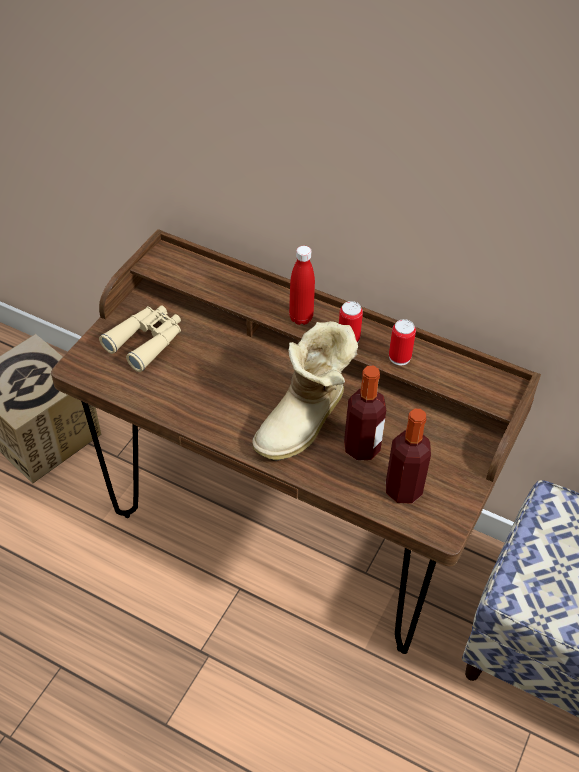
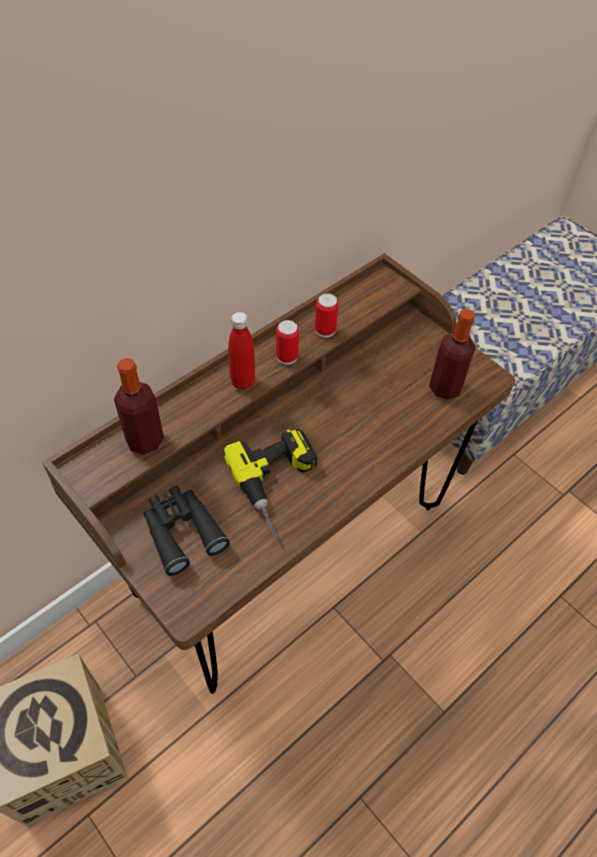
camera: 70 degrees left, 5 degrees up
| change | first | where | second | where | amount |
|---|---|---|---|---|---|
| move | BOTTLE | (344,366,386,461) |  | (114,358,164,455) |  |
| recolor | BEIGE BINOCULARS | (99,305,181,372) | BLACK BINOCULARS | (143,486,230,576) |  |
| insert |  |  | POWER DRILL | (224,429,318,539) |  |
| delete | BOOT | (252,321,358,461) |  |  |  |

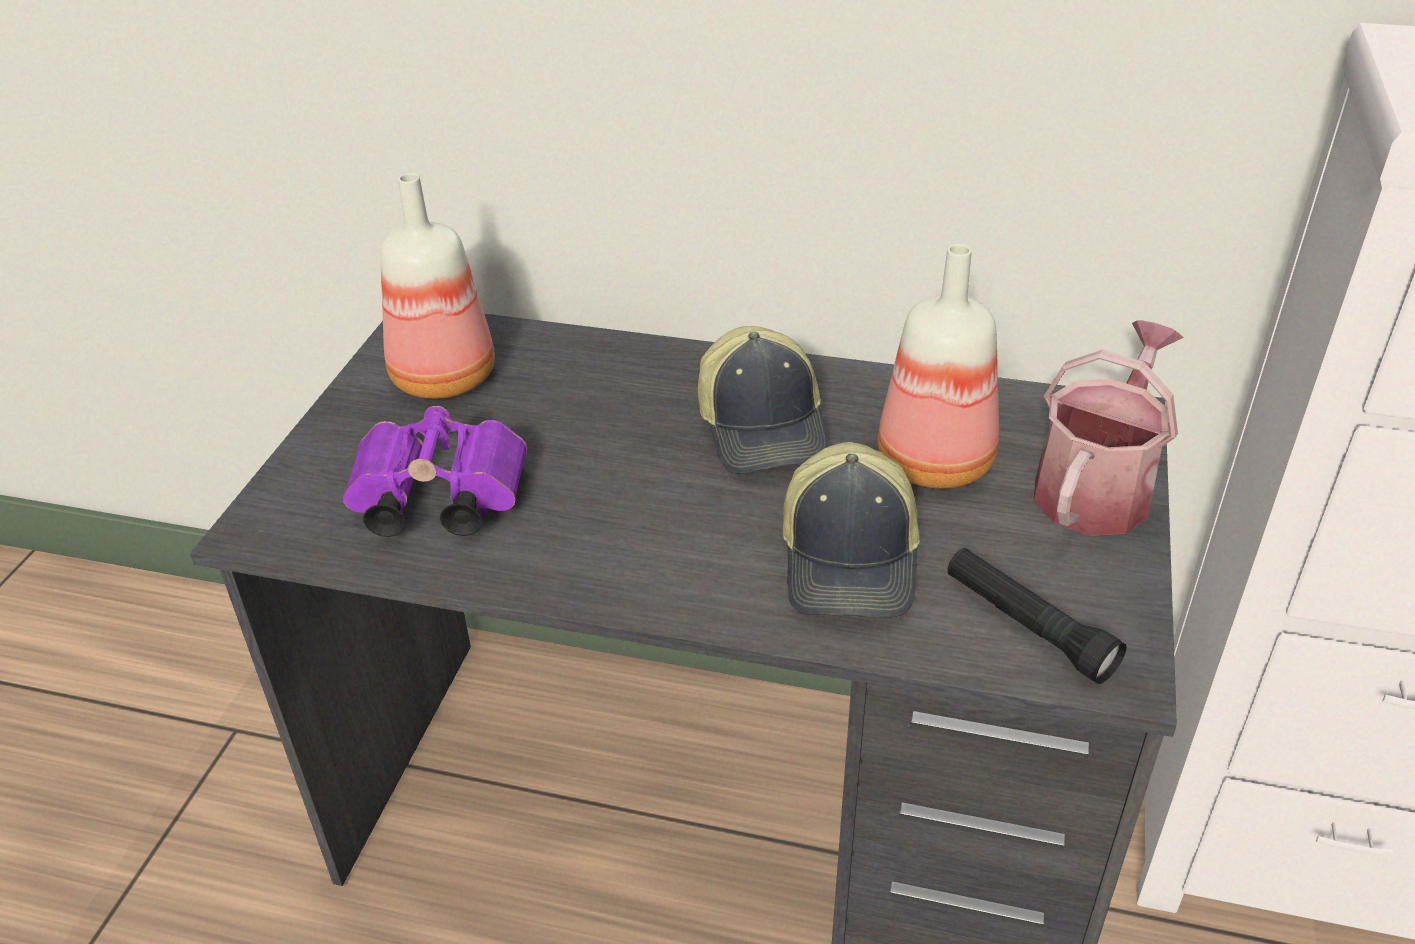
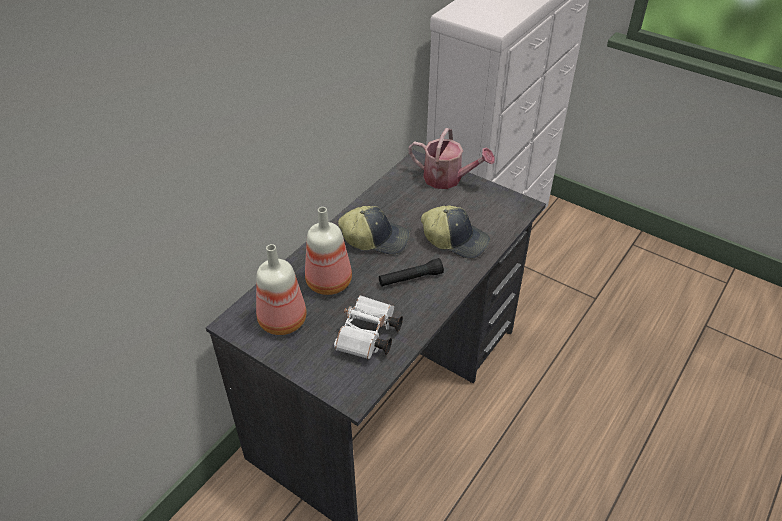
camera: 70 degrees left, 5 degrees up
| change | first | where | second | where | amount |
|---|---|---|---|---|---|
| move | BOTTLE | (878,244,999,489) |  | (305,207,352,295) |  |
| recolor | PURPLE BINOCULARS | (343,406,528,537) | WHITE BINOCULARS | (334,296,403,359) |  |
| move | BLACK FLASHLIGHT | (947,548,1127,684) |  | (379,258,444,287) |  |
| rotate | WATERING CAN | (1033,320,1184,536) |  | (408,128,495,189) | 150 degrees clockwise |

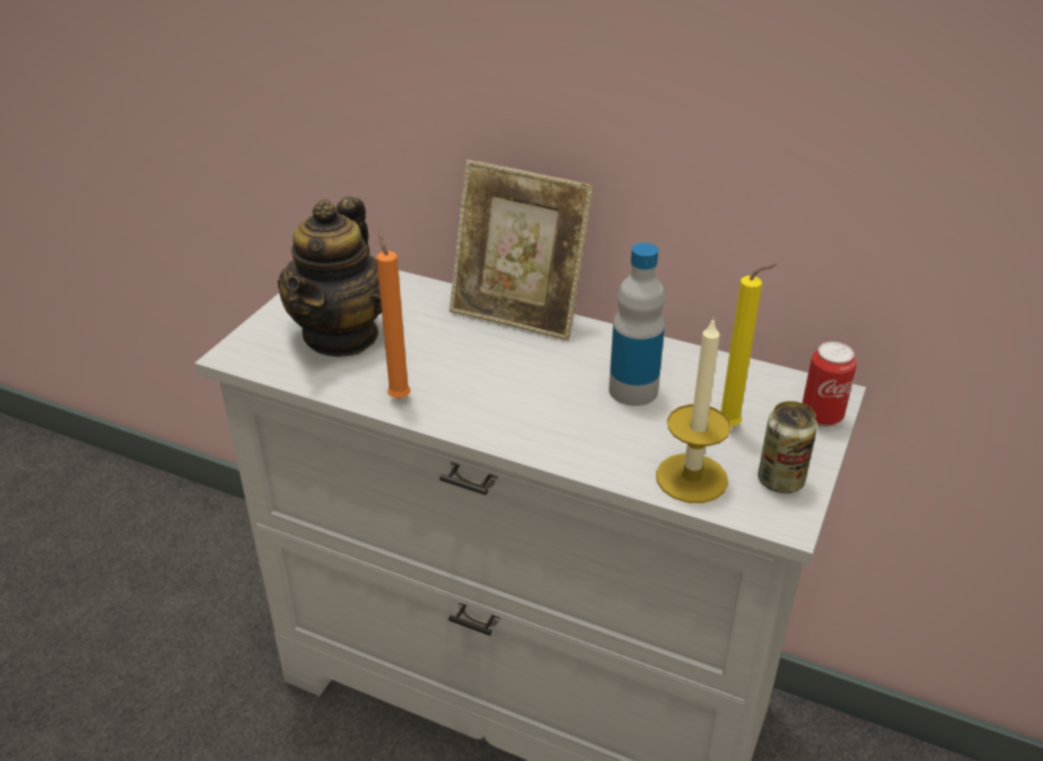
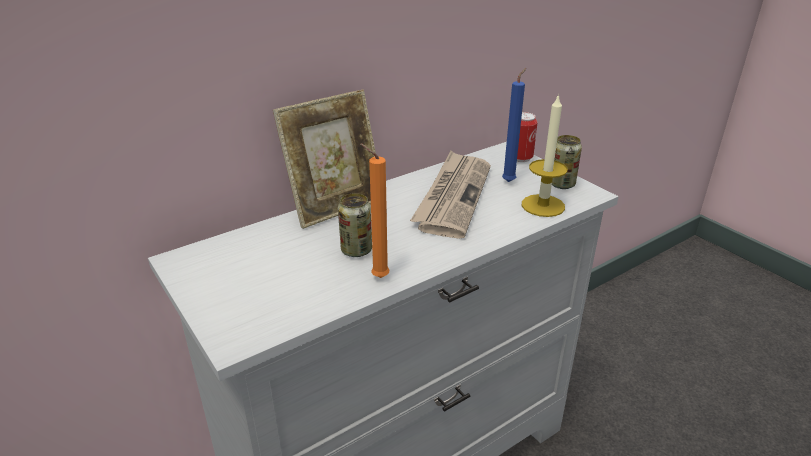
camera: 60 degrees left, 5 degrees down
| change | first | where | second | where | amount |
|---|---|---|---|---|---|
| insert |  |  | CAN | (338,193,372,257) |  |
| replace | BOTTLE | (609,243,665,406) | NEWSPAPER | (410,151,491,239) |  |
| recolor | YELLOW CANDLE | (721,264,777,426) | BLUE CANDLE | (502,68,526,182) |  |
| delete | TEAPOT | (277,197,382,357) |  |  |  |

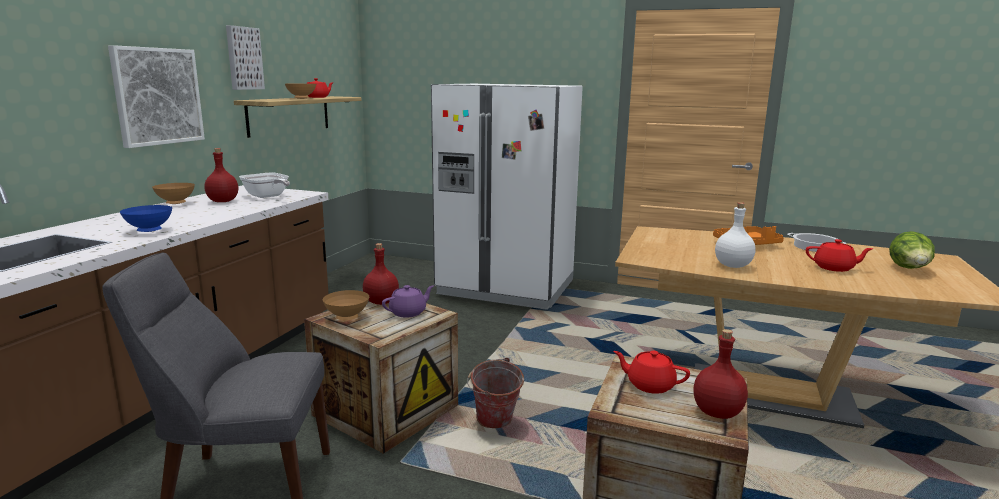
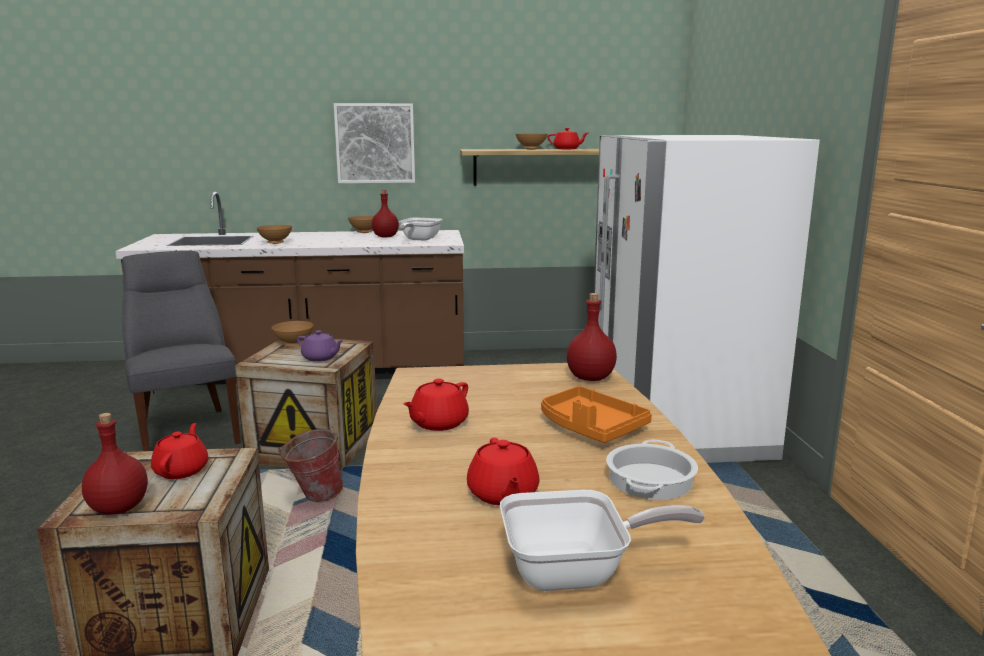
camera: 65 degrees right, 0 degrees up
| change | first | where | second | where | amount |
|---|---|---|---|---|---|
| recolor | BLUE BOWL | (120,205,172,232) | BROWN BOWL | (257,225,292,244) |  |
| replace | WHITE BOTTLE | (715,202,756,268) | RED TEAPOT | (403,379,469,431) |  |
| replace | LETTUCE | (889,231,935,269) | FRYING PAN | (500,490,705,591) |  |
| move | RED BOTTLE | (363,243,399,305) |  | (567,293,617,381) |  |
| delete | PICTURE | (226,25,265,90) |  |  |  |

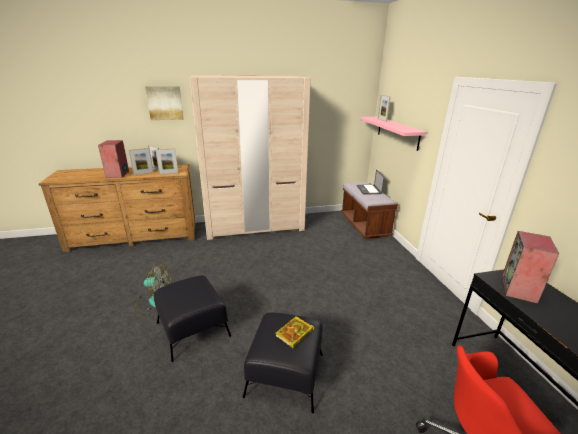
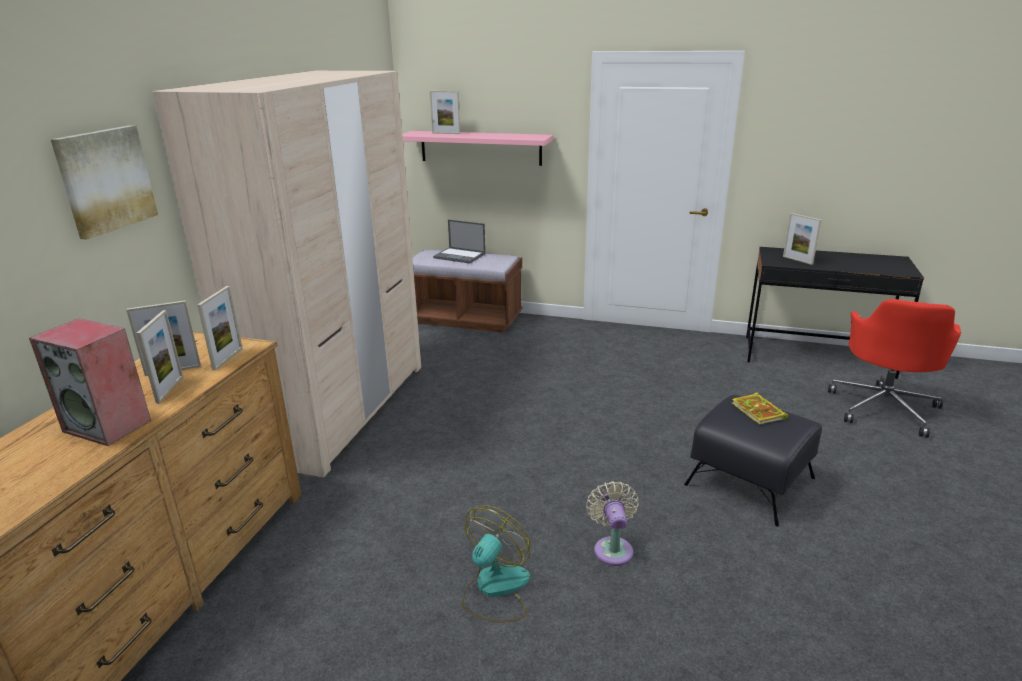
camera: 60 degrees left, 0 degrees up
| change | first | where | second | where | amount |
|---|---|---|---|---|---|
| replace | BLACK OTTOMAN | (154,275,231,362) | BEIGE FAN | (586,481,639,566) |  |
| replace | SPEAKER | (502,231,559,304) | PICTURE FRAME | (783,213,821,265) |  |

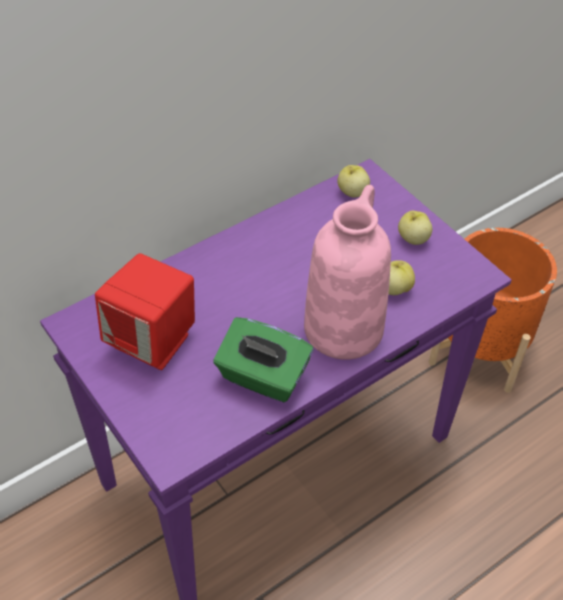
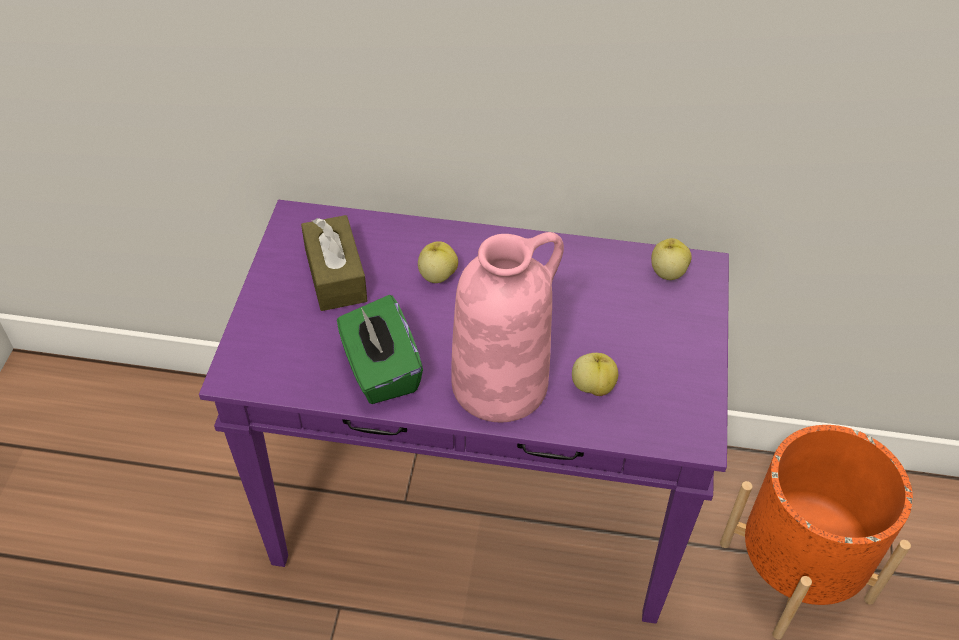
camera: 45 degrees right, 0 degrees up
| change | first | where | second | where | amount |
|---|---|---|---|---|---|
| replace | RED SPEAKER | (95,253,195,370) | BROWN TISSUE BOX | (301,215,368,311) |  |
| move | APPLE | (398,211,432,245) |  | (418,241,458,283) |  |

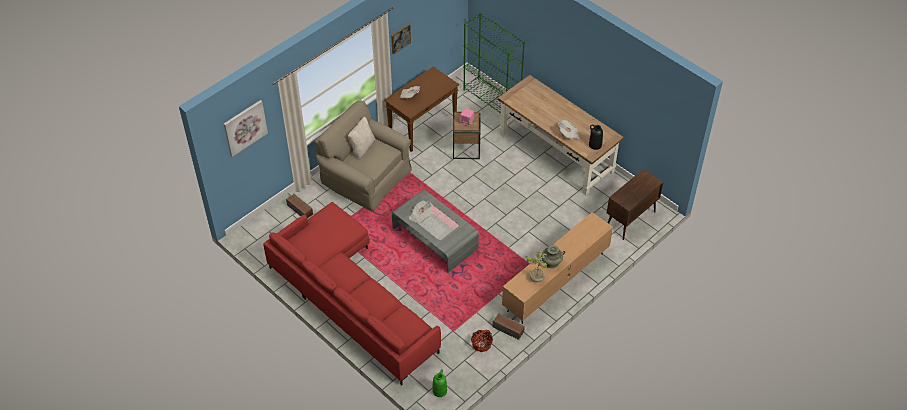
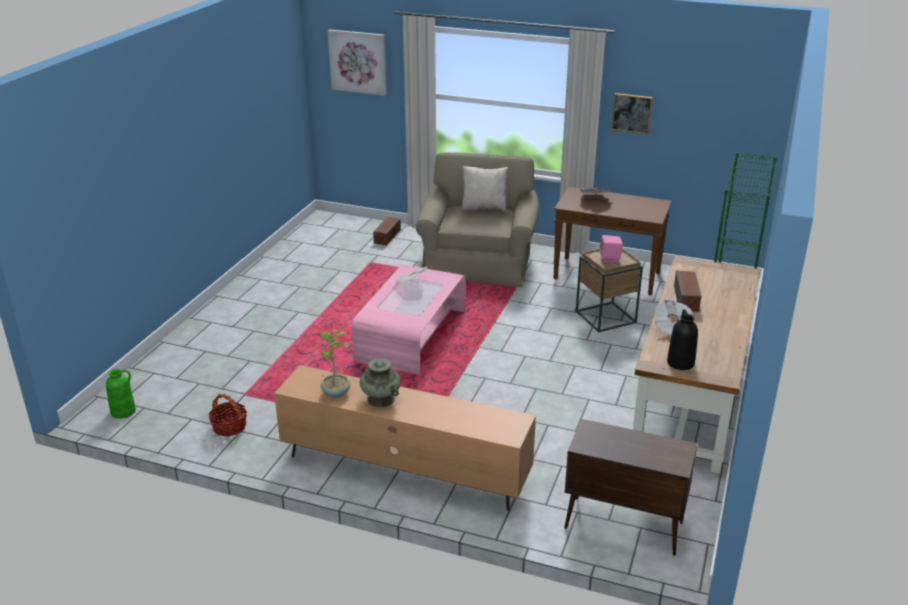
camera: 65 degrees right, 20 degrees down
| change | first | where | second | where | amount |
|---|---|---|---|---|---|
| recolor | GREY COFFEE TABLE | (392,189,479,273) | PINK COFFEE TABLE | (352,265,465,375) |  |
| move | SPEAKER | (493,313,525,340) |  | (674,270,701,312) |  |
| delete | RED SOFA | (263,202,441,385) |  |  |  |

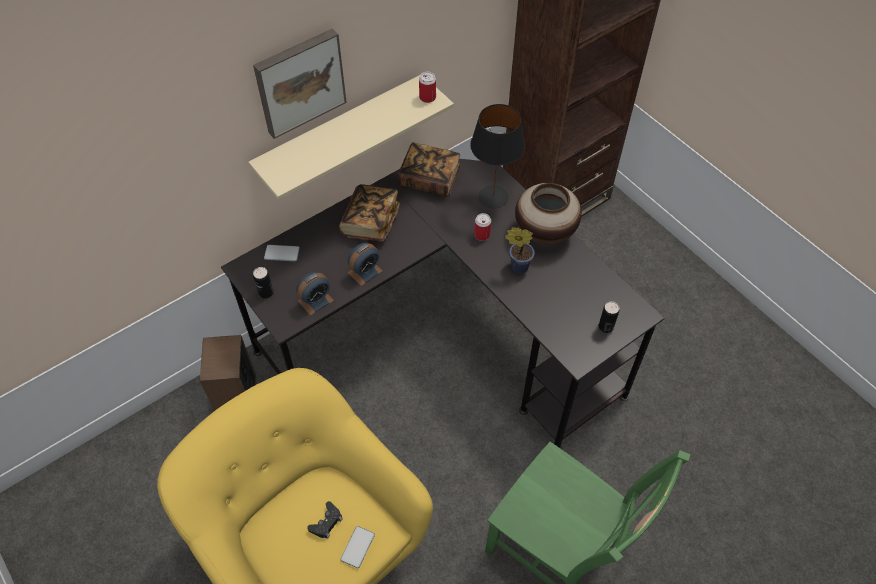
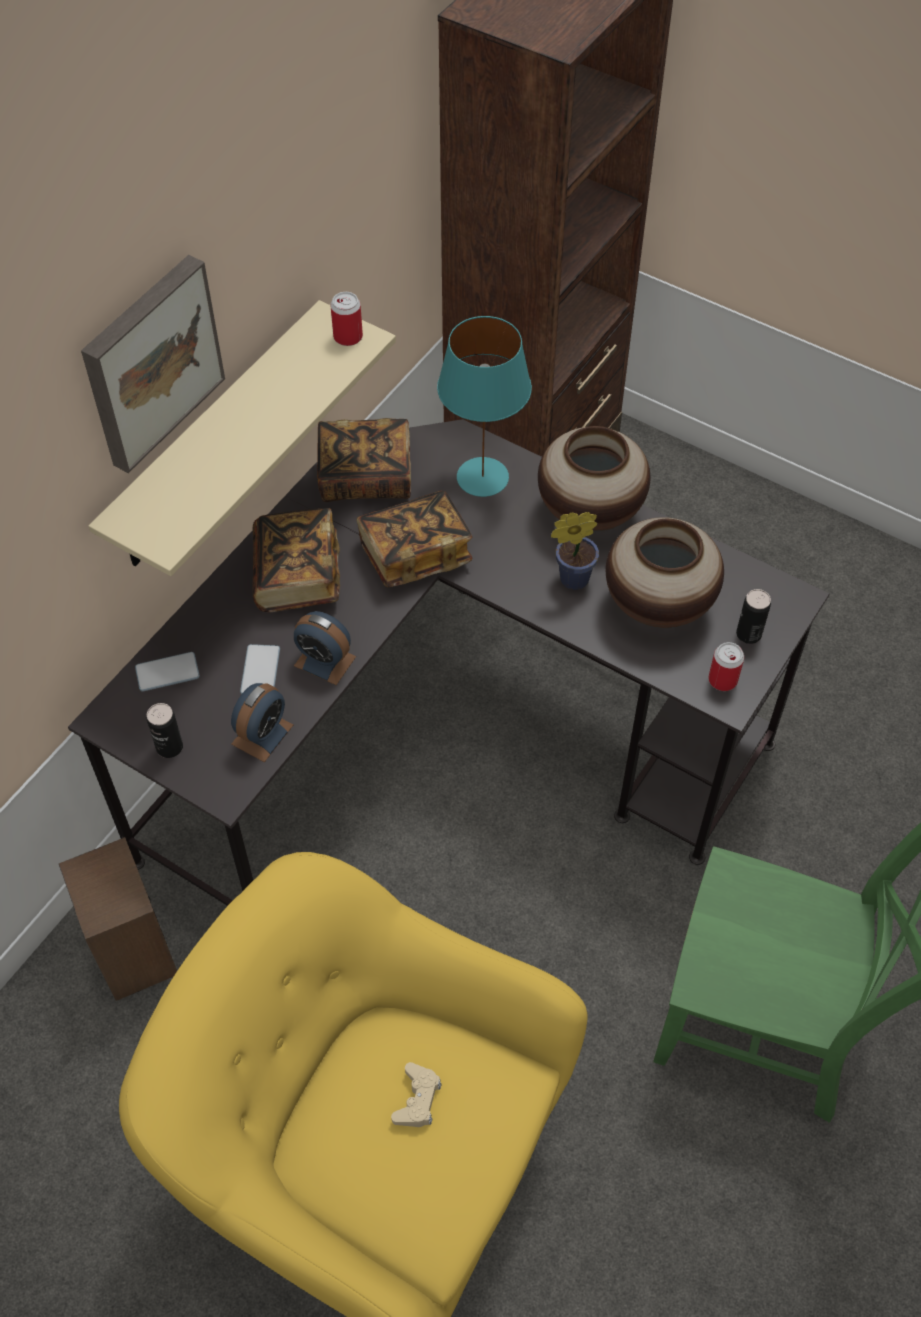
camera: 20 degrees left, 0 degrees up
| change | first | where | second | where | amount |
|---|---|---|---|---|---|
| move | PHONE | (340,526,375,568) |  | (240,644,280,694) |  |
| rotate | ALARM CLOCK | (348,243,383,286) |  | (294,611,356,685) | 90 degrees clockwise |
| insert |  |  | BOOK | (356,491,472,587) |  |
| recolor | BLACK GAME CONTROLLER | (307,501,343,538) | BEIGE GAME CONTROLLER | (391,1062,442,1127) |  |
| recolor | BLACK TABLE LAMP | (470,104,525,208) | TURQUOISE TABLE LAMP | (437,316,532,497) |  |
| insert |  |  | VASE | (606,517,724,628) |  |
| move | CAN | (474,213,491,241) |  | (708,642,744,691) |  |

